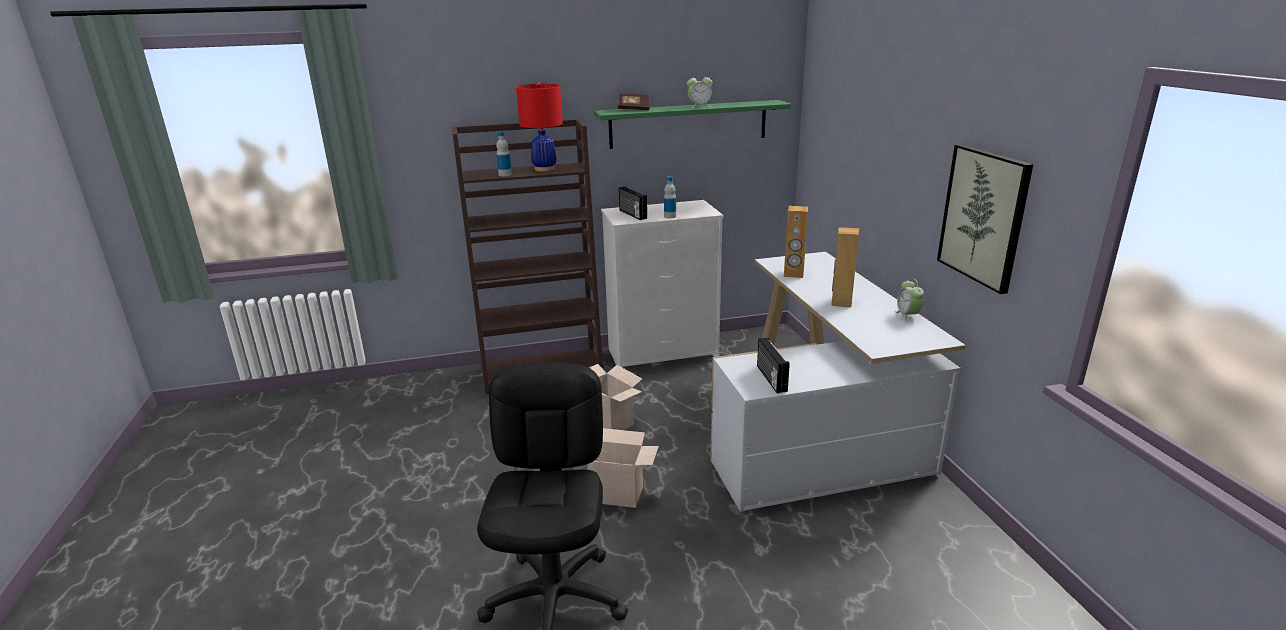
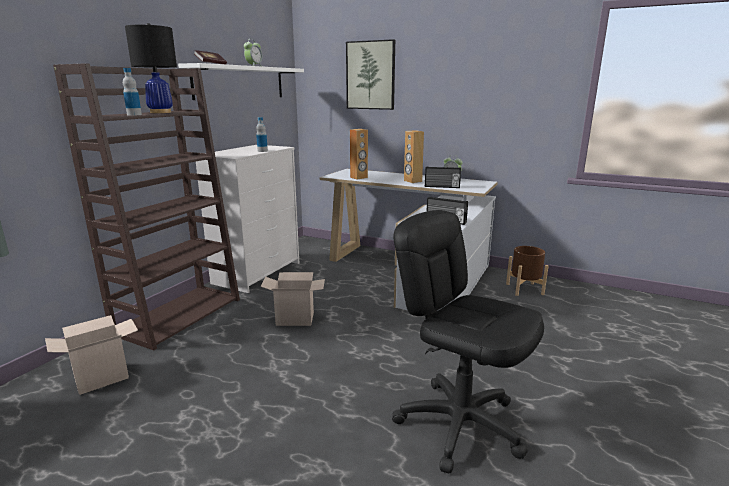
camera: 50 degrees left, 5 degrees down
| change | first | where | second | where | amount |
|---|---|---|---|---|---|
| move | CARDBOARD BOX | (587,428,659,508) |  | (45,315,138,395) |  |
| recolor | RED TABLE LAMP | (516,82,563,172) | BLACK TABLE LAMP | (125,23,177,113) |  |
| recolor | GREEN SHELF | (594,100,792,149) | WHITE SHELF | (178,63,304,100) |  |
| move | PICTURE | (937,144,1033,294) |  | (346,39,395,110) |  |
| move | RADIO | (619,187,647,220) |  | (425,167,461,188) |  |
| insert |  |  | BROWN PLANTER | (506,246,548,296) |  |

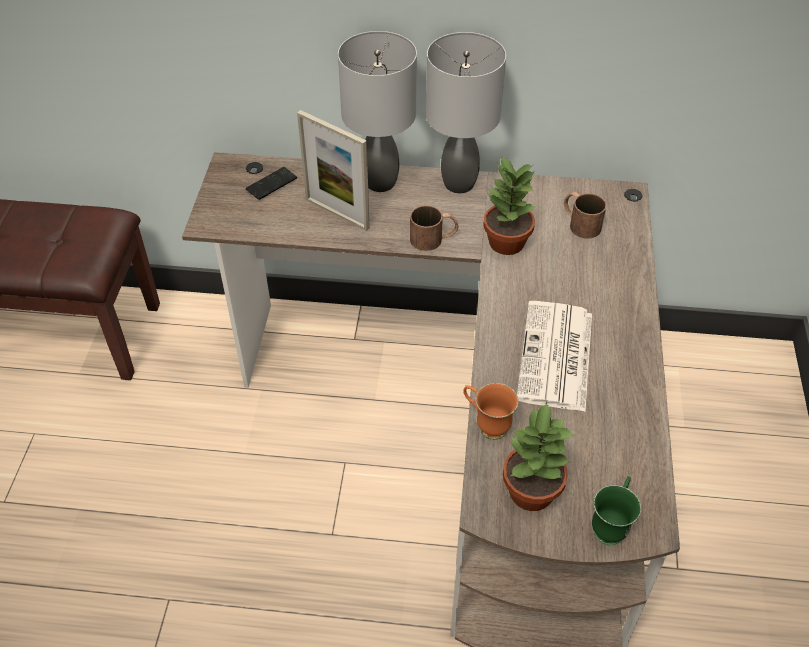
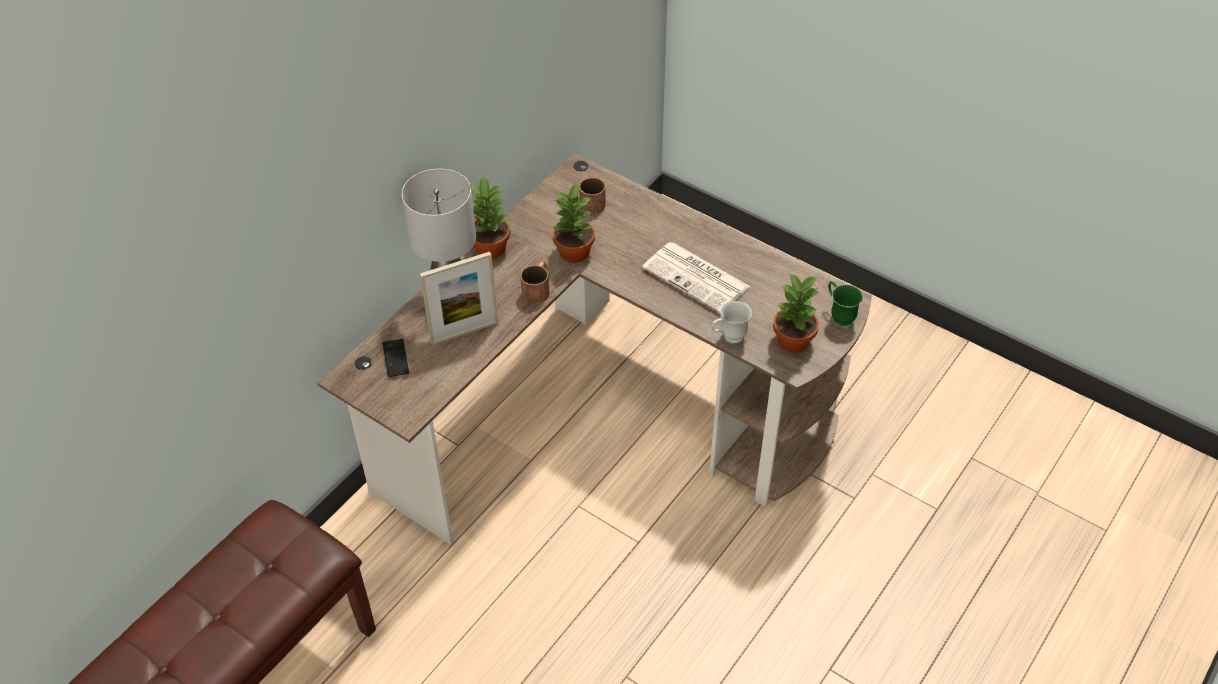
camera: 60 degrees left, 0 degrees up
| change | first | where | second | where | amount |
|---|---|---|---|---|---|
| replace | GREY TABLE LAMP | (426,32,506,193) | POTTED PLANT | (471,176,510,259) |  |
| recolor | ORANGE MUG | (463,383,519,440) | WHITE MUG | (711,301,752,344) |  |

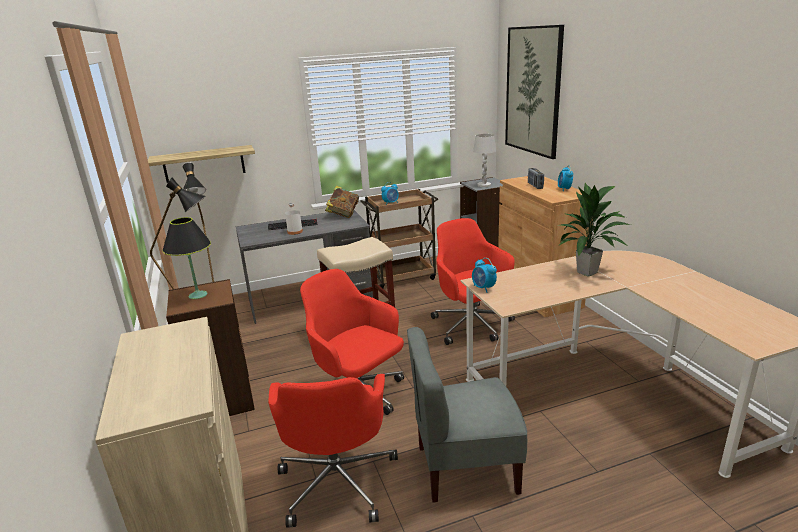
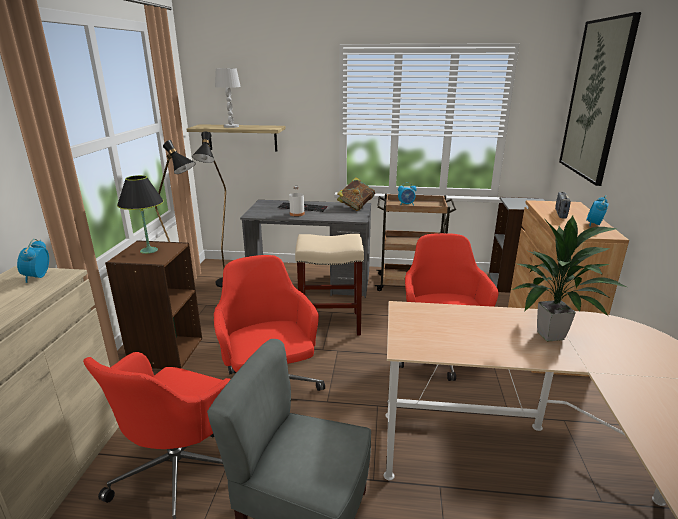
camera: 25 degrees right, 0 degrees up
| change | first | where | second | where | amount |
|---|---|---|---|---|---|
| move | ALARM CLOCK | (472,258,497,293) |  | (17,239,49,283) |  |
| move | WHITE TABLE LAMP | (473,134,496,187) |  | (215,68,241,128) |  |

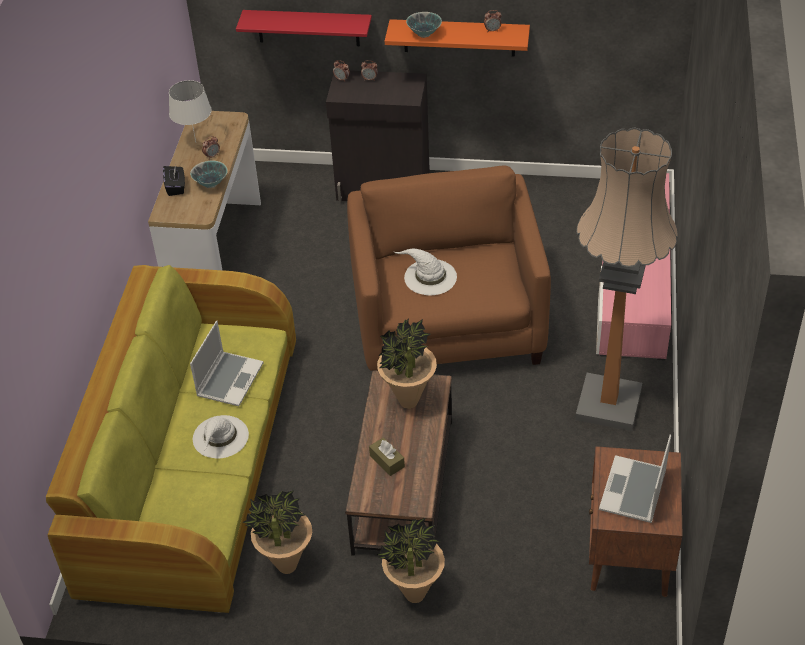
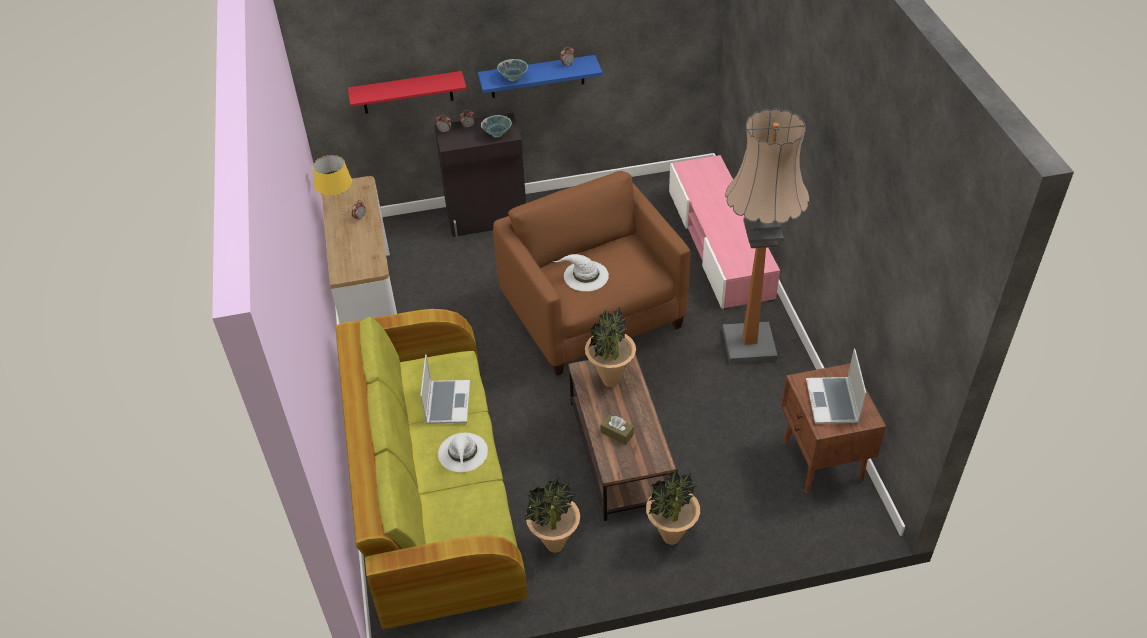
camera: 20 degrees left, 0 degrees up
| change | first | where | second | where | amount |
|---|---|---|---|---|---|
| recolor | WHITE TABLE LAMP | (169,80,212,142) | YELLOW TABLE LAMP | (313,155,352,210) |  |
| recolor | ORANGE SHELF | (385,19,530,57) | BLUE SHELF | (478,55,602,98) |  |
| move | BOWL | (190,161,228,188) |  | (481,115,512,137) |  |
| delete | BLACK TISSUE BOX | (163,165,185,196) |  |  |  |

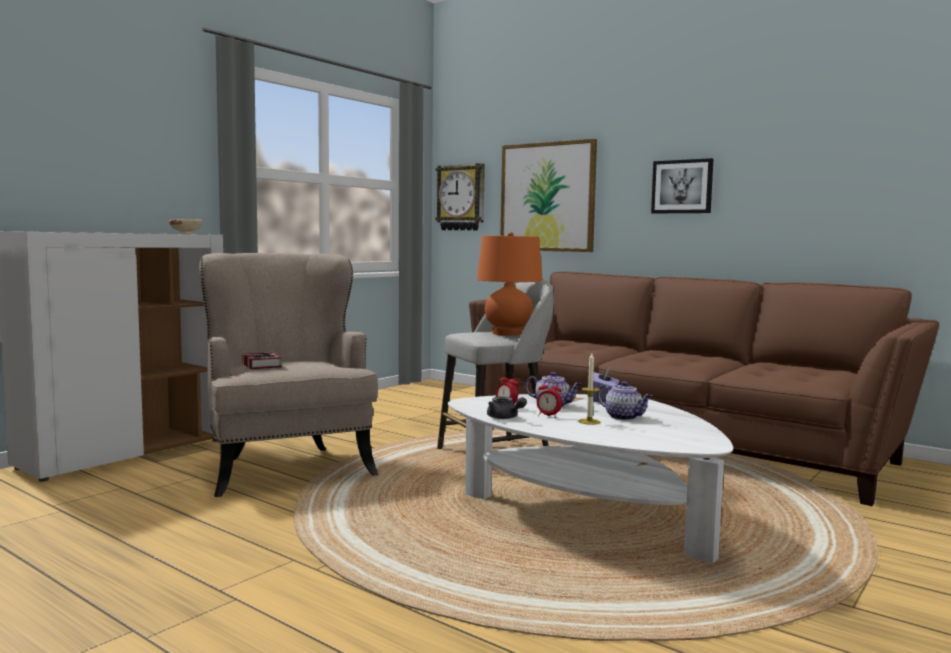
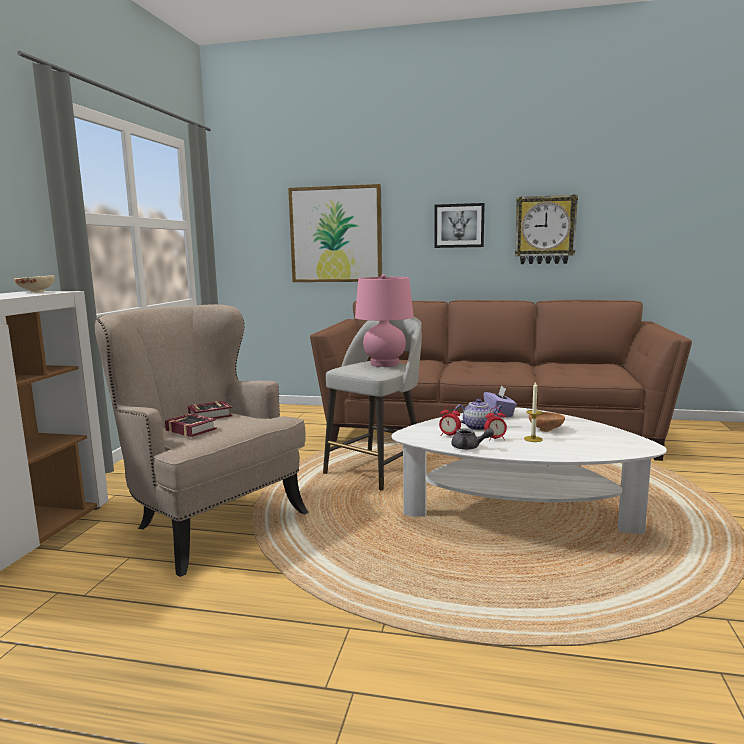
camera: 25 degrees left, 5 degrees up
| change | first | where | second | where | amount |
|---|---|---|---|---|---|
| insert |  |  | BOOK | (188,401,232,419) |  |
| recolor | ORANGE TABLE LAMP | (477,232,543,336) | PINK TABLE LAMP | (355,274,413,367) |  |
| move | WALL CLOCK | (435,163,485,231) |  | (515,195,578,264) |  |
| replace | TEAPOT | (597,381,652,420) | BROWN BOWL | (529,412,565,432) |  |

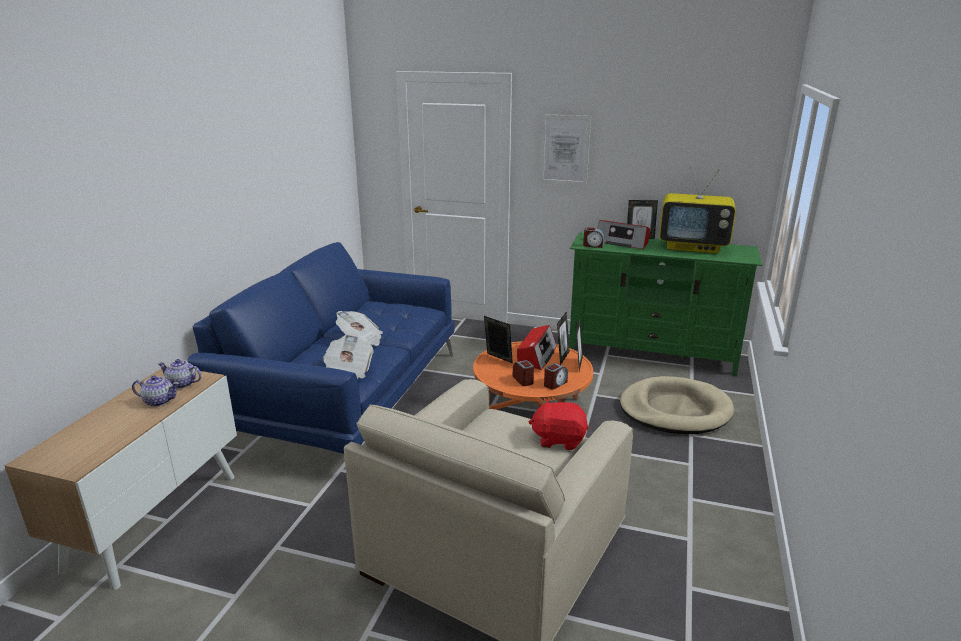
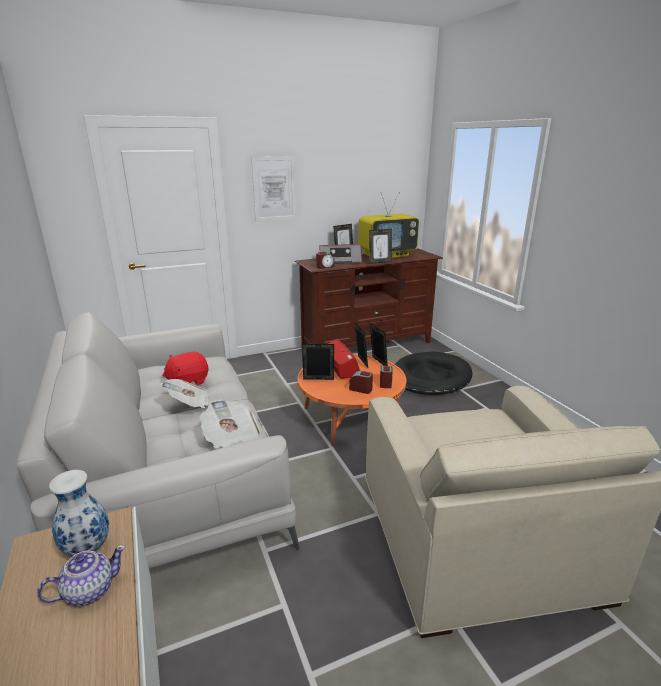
camera: 40 degrees left, 0 degrees up
| change | first | where | second | where | amount |
|---|---|---|---|---|---|
| recolor | BLUE SOFA | (188,242,455,454) | GREY SOFA | (17,312,300,569) |  |
| replace | TEAPOT | (158,359,202,389) | VASE | (49,470,109,557) |  |
| move | RED PLUSH TOY | (529,399,589,450) |  | (163,352,209,385) |  |
| recolor | GREEN TV STAND | (569,232,763,376) | BROWN TV STAND | (295,249,443,348) |  |
| insert |  |  | PICTURE FRAME | (369,229,392,264) |  |
| recolor | BEIGE DOG BED | (620,376,734,434) | BLACK DOG BED | (395,352,472,395) |  |

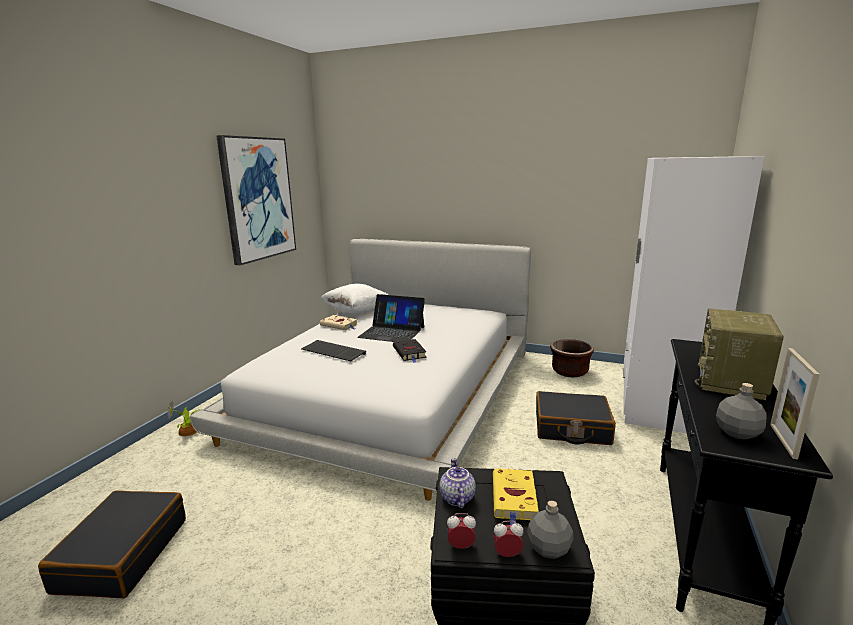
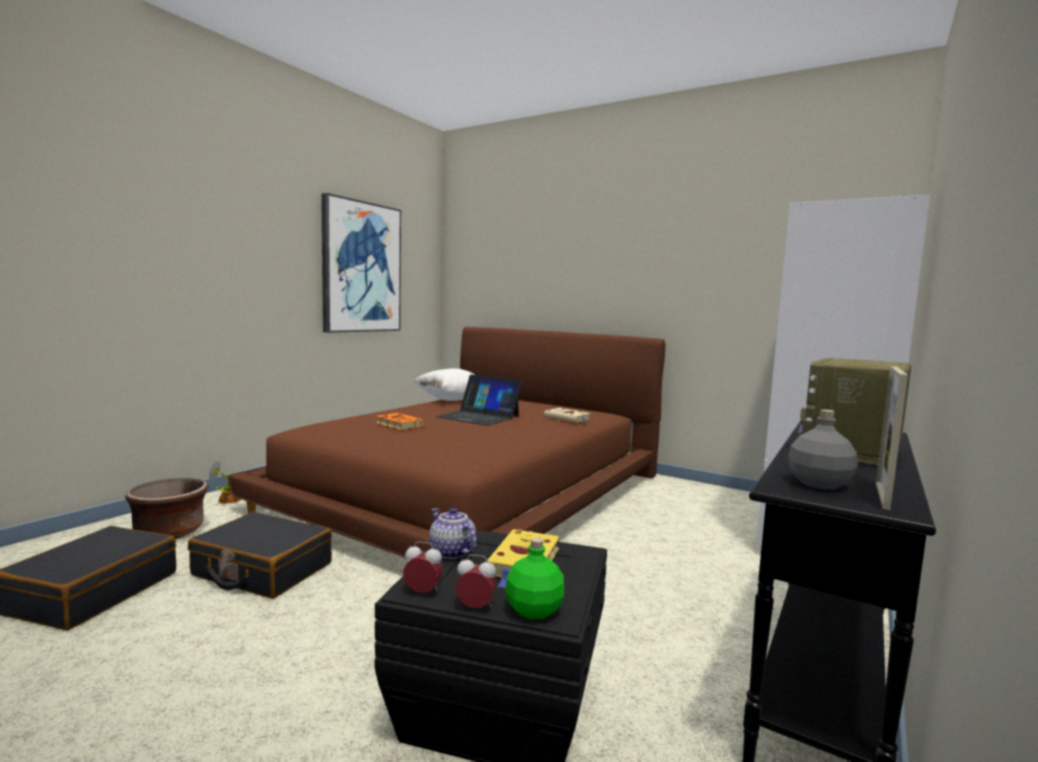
camera: 10 degrees right, 10 degrees down
| change | first | where | second | where | amount |
|---|---|---|---|---|---|
| move | BROWN PLANTER | (550,339,594,377) |  | (125,478,209,539) |  |
| move | BLACK SUITCASE | (536,391,616,445) |  | (188,512,332,599) |  |
| recolor | WHITE BED | (189,239,531,501) | BROWN BED | (227,327,665,560) |  |
| replace | KEYBOARD | (301,340,366,361) | ORANGE BOOK | (375,413,425,430) |  |
| rotate | TEAPOT | (440,458,476,508) |  | (429,508,477,559) | 45 degrees counterclockwise |
| recolor | GREY BOTTLE | (527,500,573,559) | GREEN BOTTLE | (505,537,564,620) |  |
| move | BEIGE BOOK | (320,315,358,330) |  | (544,408,591,423) |  |
| delete | BLACK BOOK | (393,339,427,363) |  |  |  |

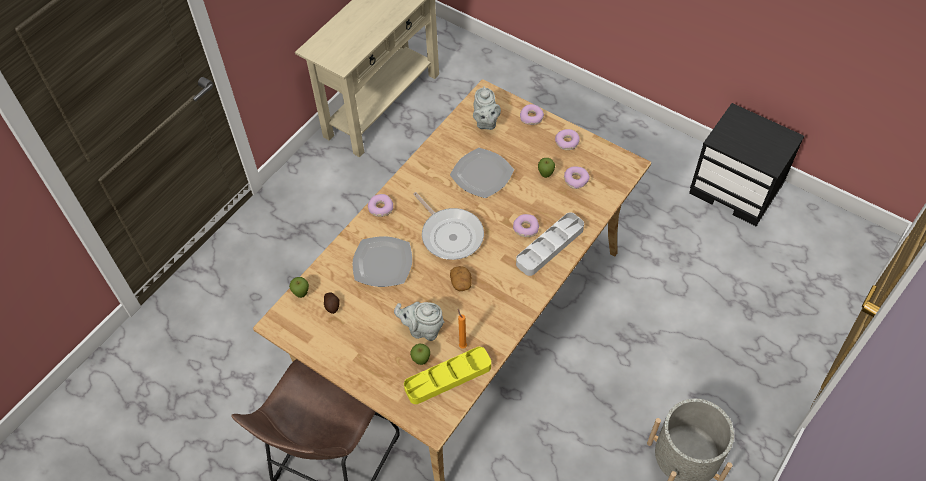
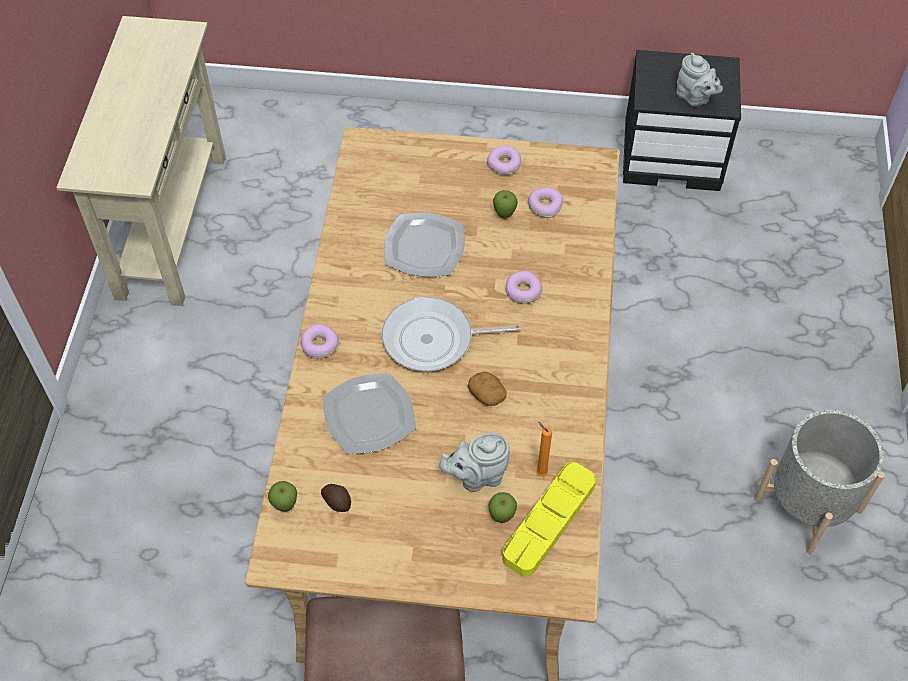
camera: 30 degrees left, 0 degrees up
| change | first | where | second | where | amount |
|---|---|---|---|---|---|
| rotate | FRYING PAN | (413,192,484,260) |  | (382,297,521,371) | 150 degrees clockwise |
| move | GREY TEAPOT | (473,86,501,130) |  | (677,53,723,107) |  |
| delete | GREY TRAY | (516,212,584,276) |  |  |  |
| delete | DONUT | (520,104,544,125) |  |  |  |

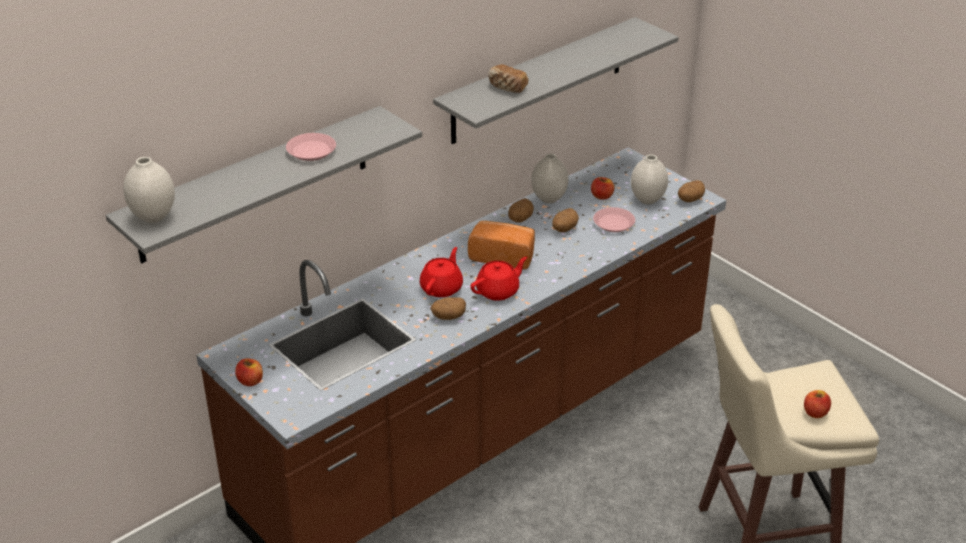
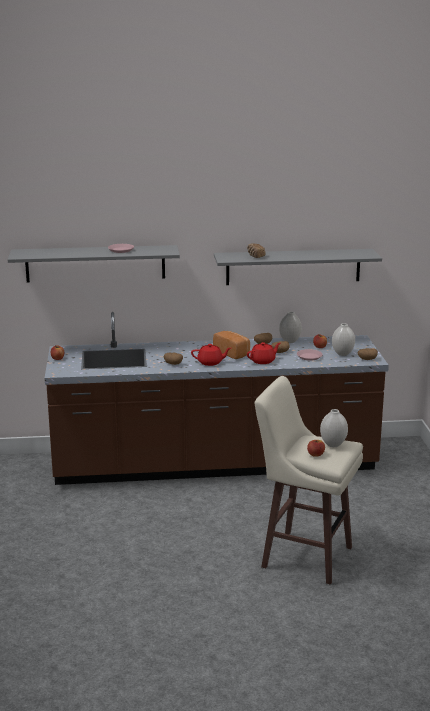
camera: 35 degrees right, 15 degrees down
| change | first | where | second | where | amount |
|---|---|---|---|---|---|
| move | RED TEAPOT | (420,247,463,297) |  | (247,342,280,364) |  |
| move | WHITE VASE | (123,157,175,223) |  | (320,409,348,447) |  |

